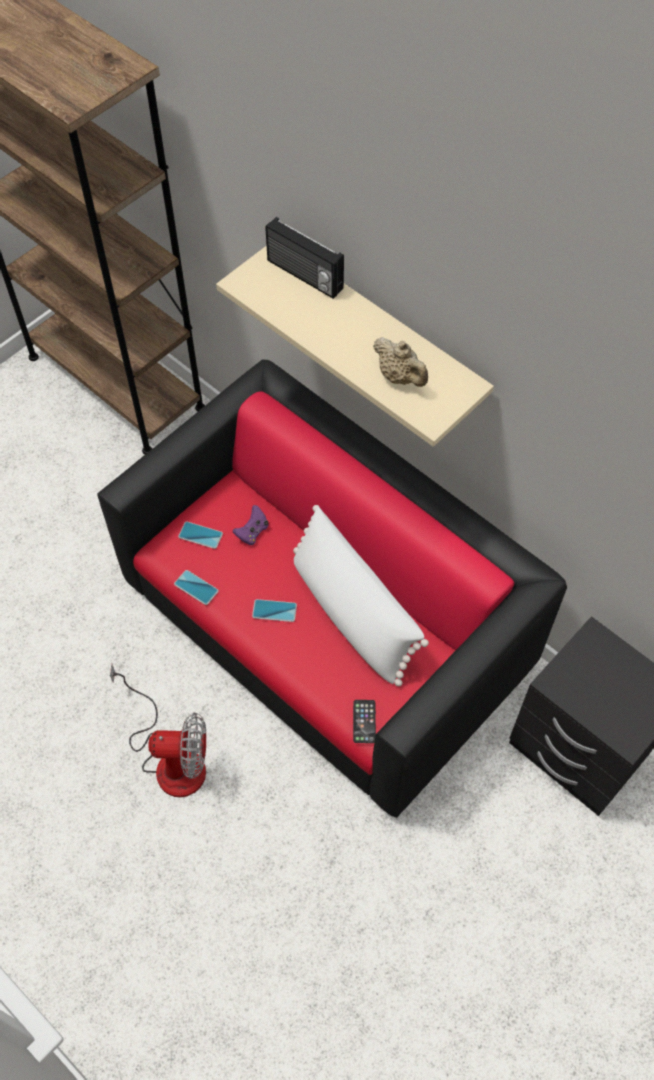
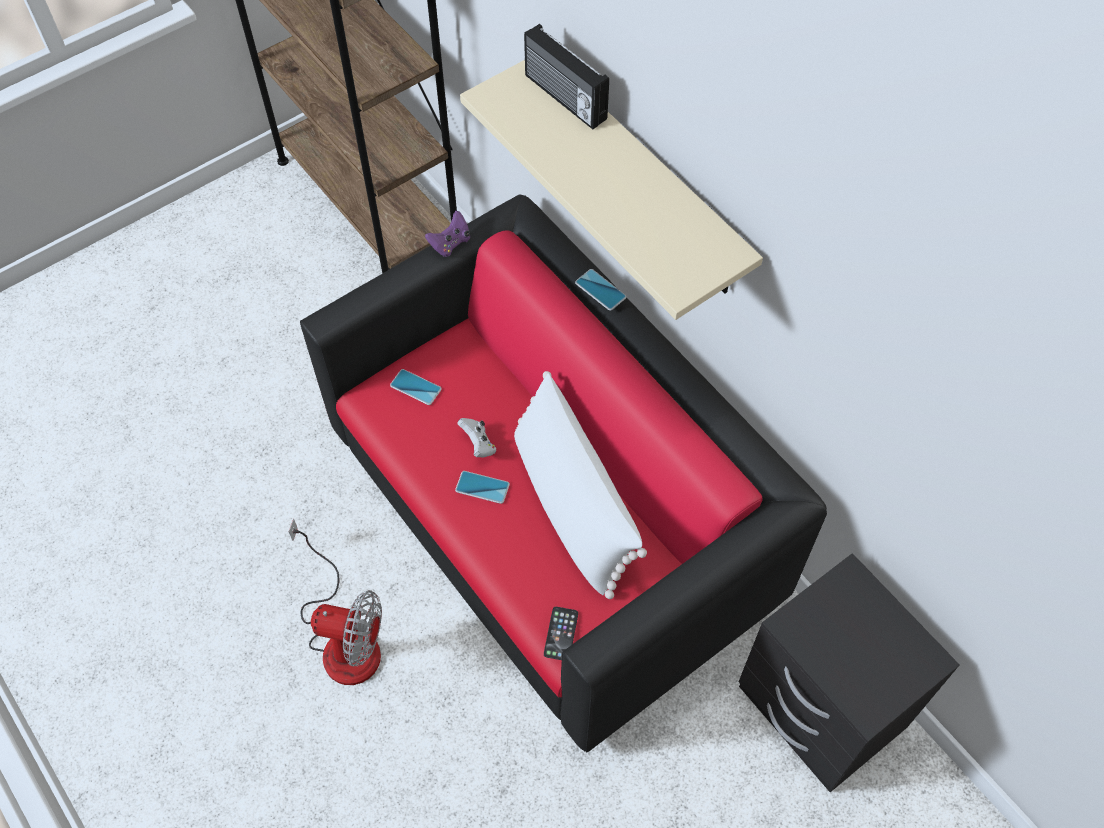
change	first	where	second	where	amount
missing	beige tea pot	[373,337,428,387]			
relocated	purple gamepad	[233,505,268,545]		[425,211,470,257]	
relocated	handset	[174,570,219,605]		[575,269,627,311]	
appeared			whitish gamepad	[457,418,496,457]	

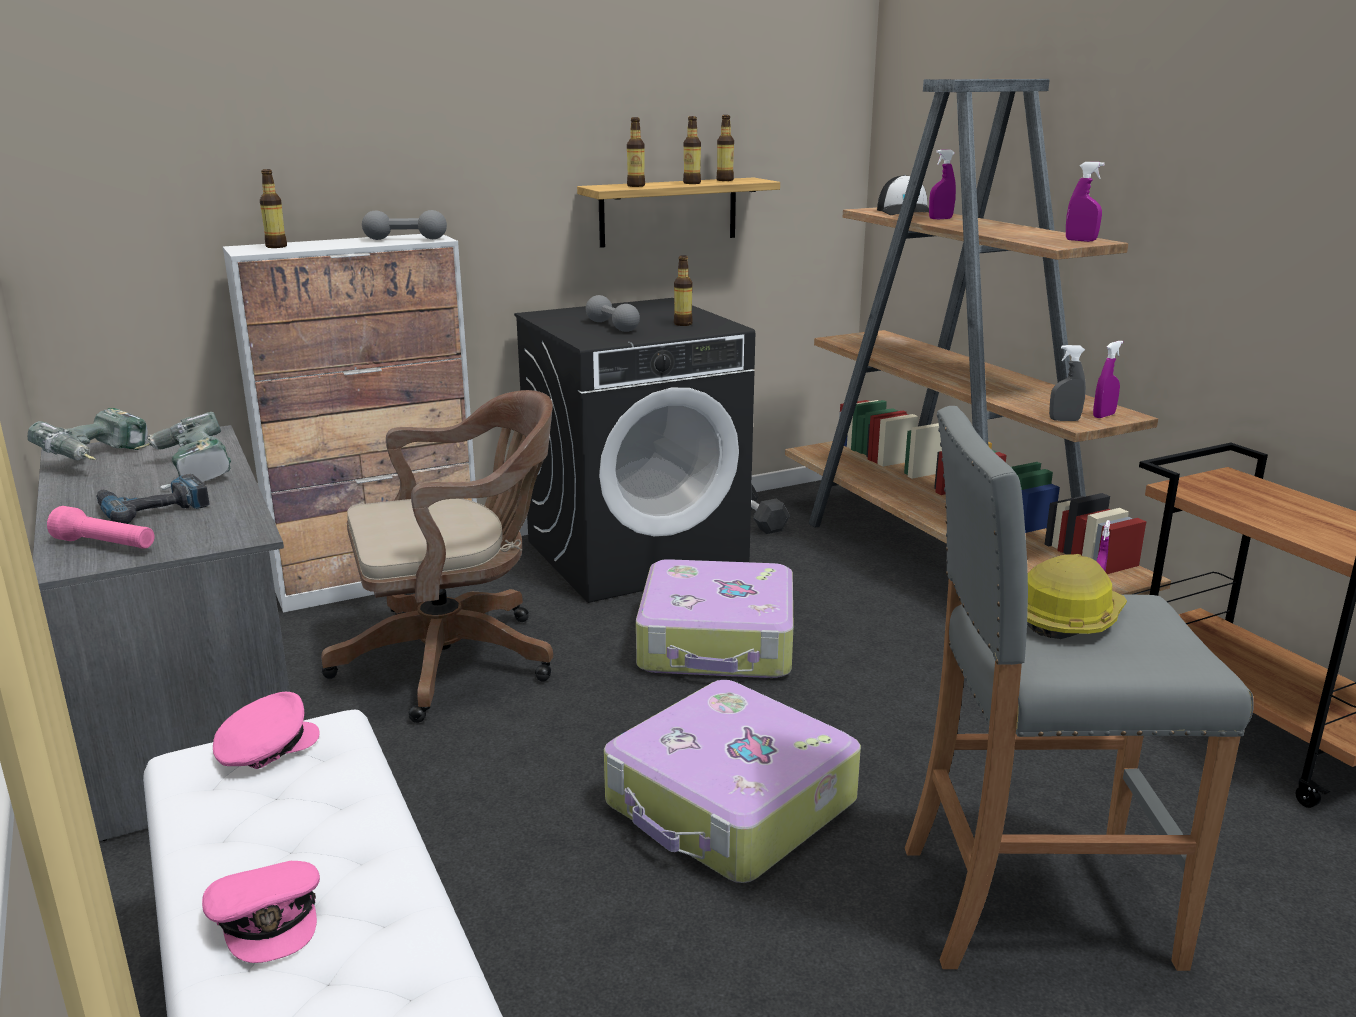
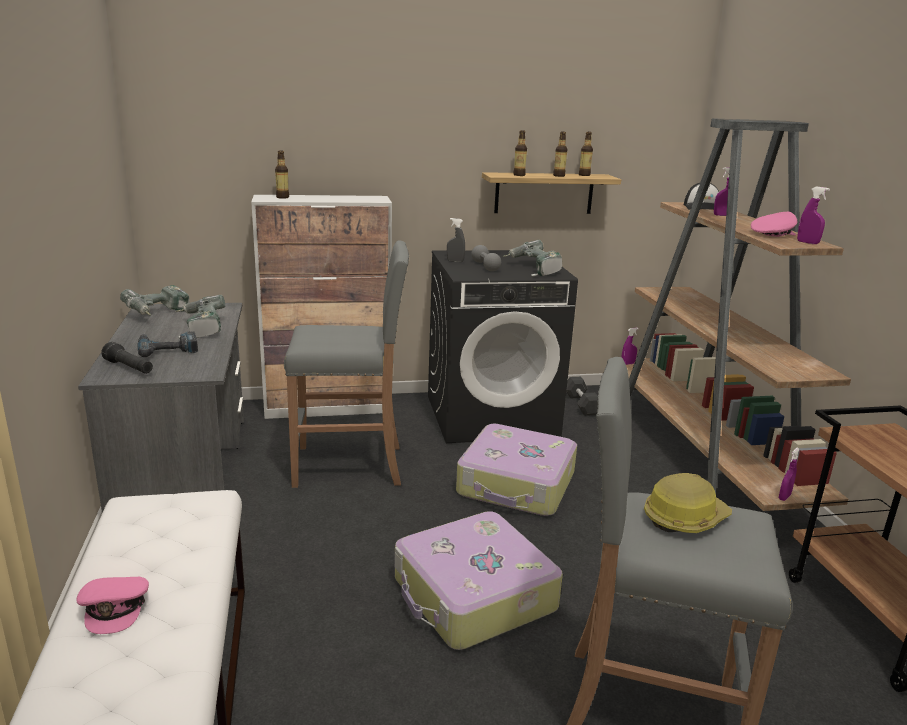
change	first	where	second	where	amount
missing	greyish hand weight	[362,210,447,240]			
exchanged	beverage bottle	[674,255,693,326]	electric drill	[503,240,562,277]	
relocated	purple hand sprayer	[1093,341,1123,418]		[621,328,639,365]	
relocated	greyish hand sprayer	[1049,345,1086,421]		[447,218,465,262]	
exchanged	brownish computer chair	[321,390,553,723]	greyish stool seat	[284,240,409,488]	
colour	pink flashlight	[47,506,155,549]	black-coloured flashlight	[101,342,153,374]	
relocated	pink baseball cap	[213,692,320,769]		[751,212,798,237]	

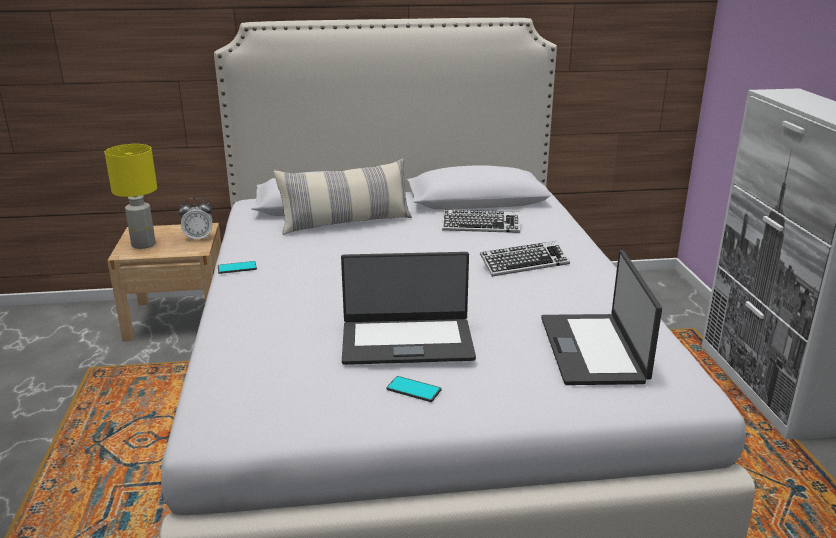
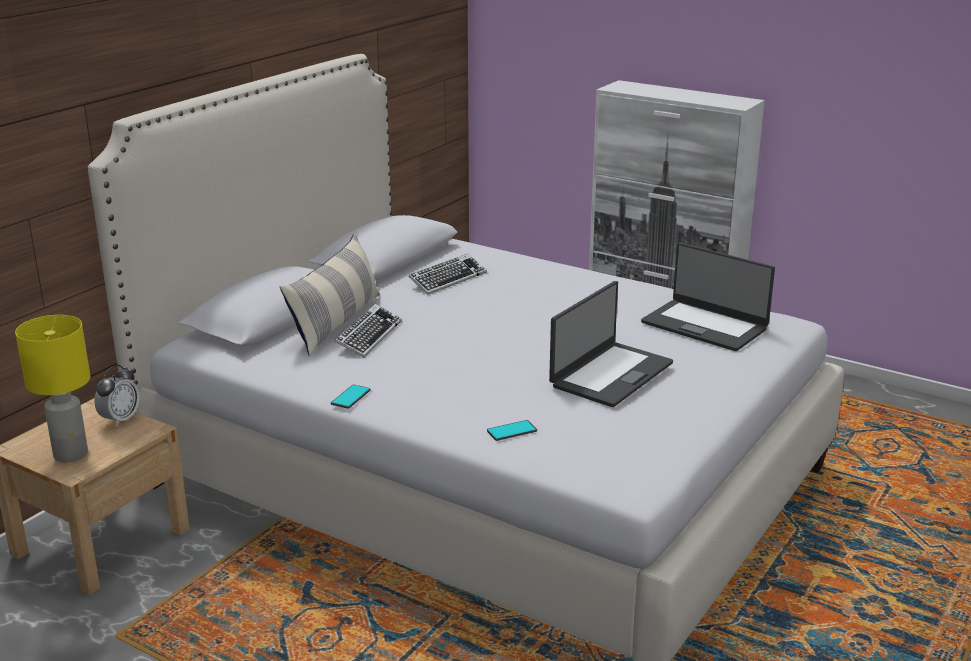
change	first	where	second	where	amount
relocated	keyboard	[480,241,570,277]		[335,304,402,358]	
relocated	handset	[386,376,442,402]		[487,420,537,441]	

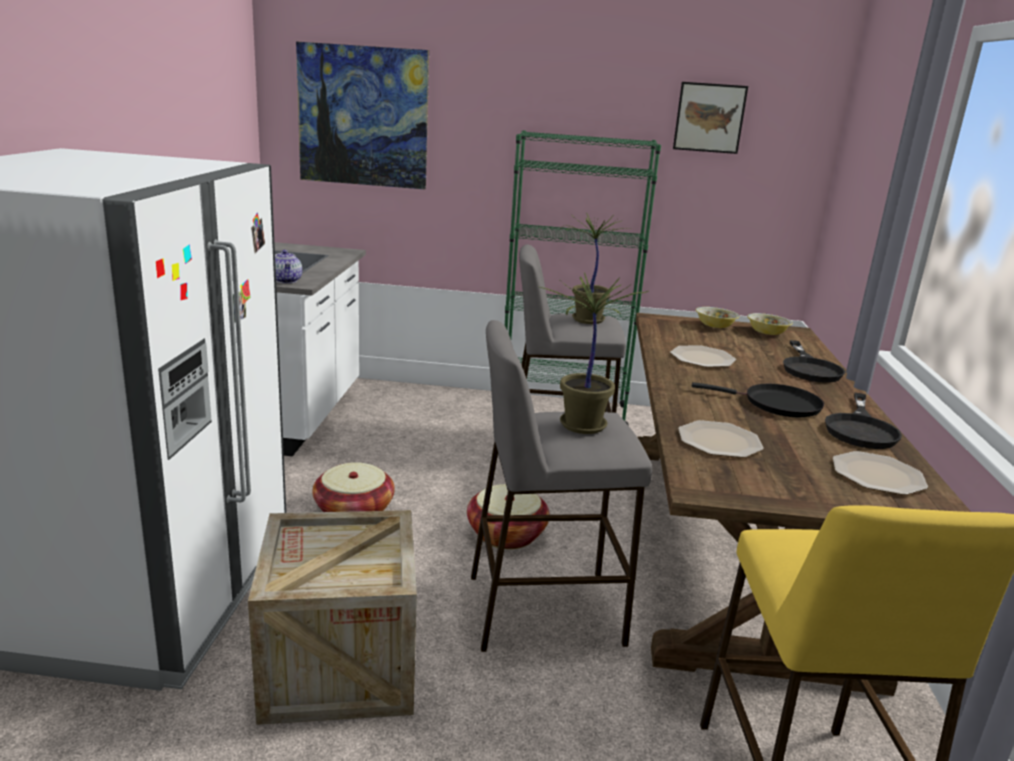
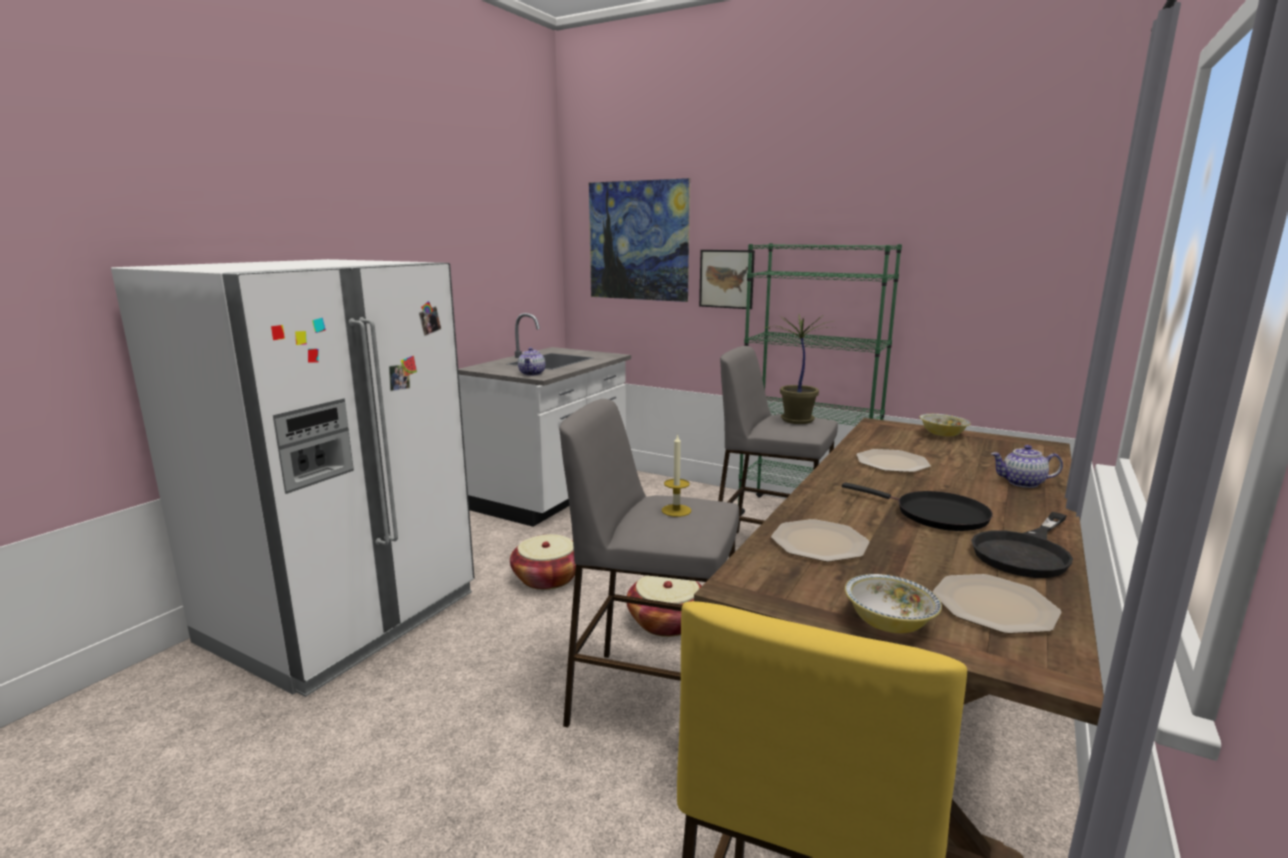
change	first	where	second	where	amount
relocated	wall picture	[673,82,748,154]		[699,250,755,309]	
exchanged	houseplant	[540,272,648,434]	candle	[662,433,691,517]	
relocated	deep dish	[747,313,793,335]		[845,574,942,633]	
exchanged	black-coloured frying pan	[783,340,845,383]	tea pot	[991,445,1063,488]	
missing	crate	[248,510,417,725]			

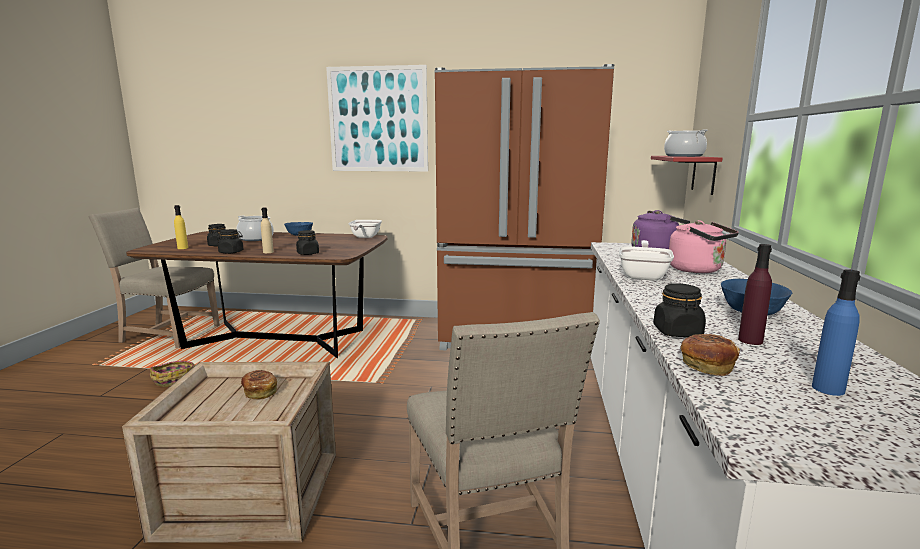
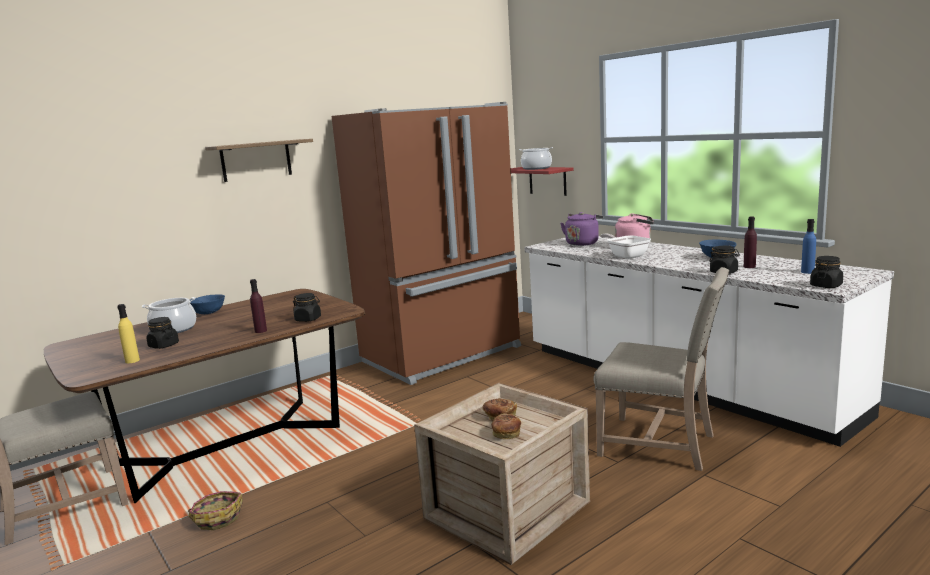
change	first	where	second	where	amount
exchanged	wall picture	[326,65,428,171]	wall shelf	[205,139,313,182]	
colour	beige beverage bottle	[261,207,274,253]	purple beverage bottle	[250,279,267,333]	
missing	frying pan	[348,220,382,238]			
relocated	black-coloured storage jar	[217,229,243,254]		[810,256,843,288]	
relocated	baked bread	[681,334,740,376]		[491,413,521,439]	

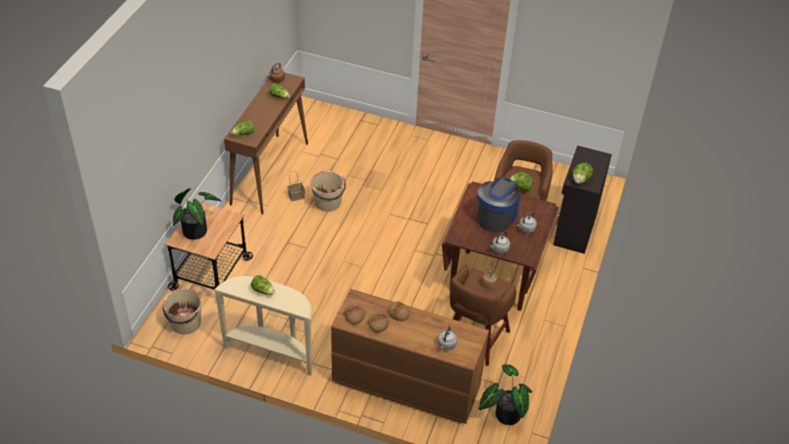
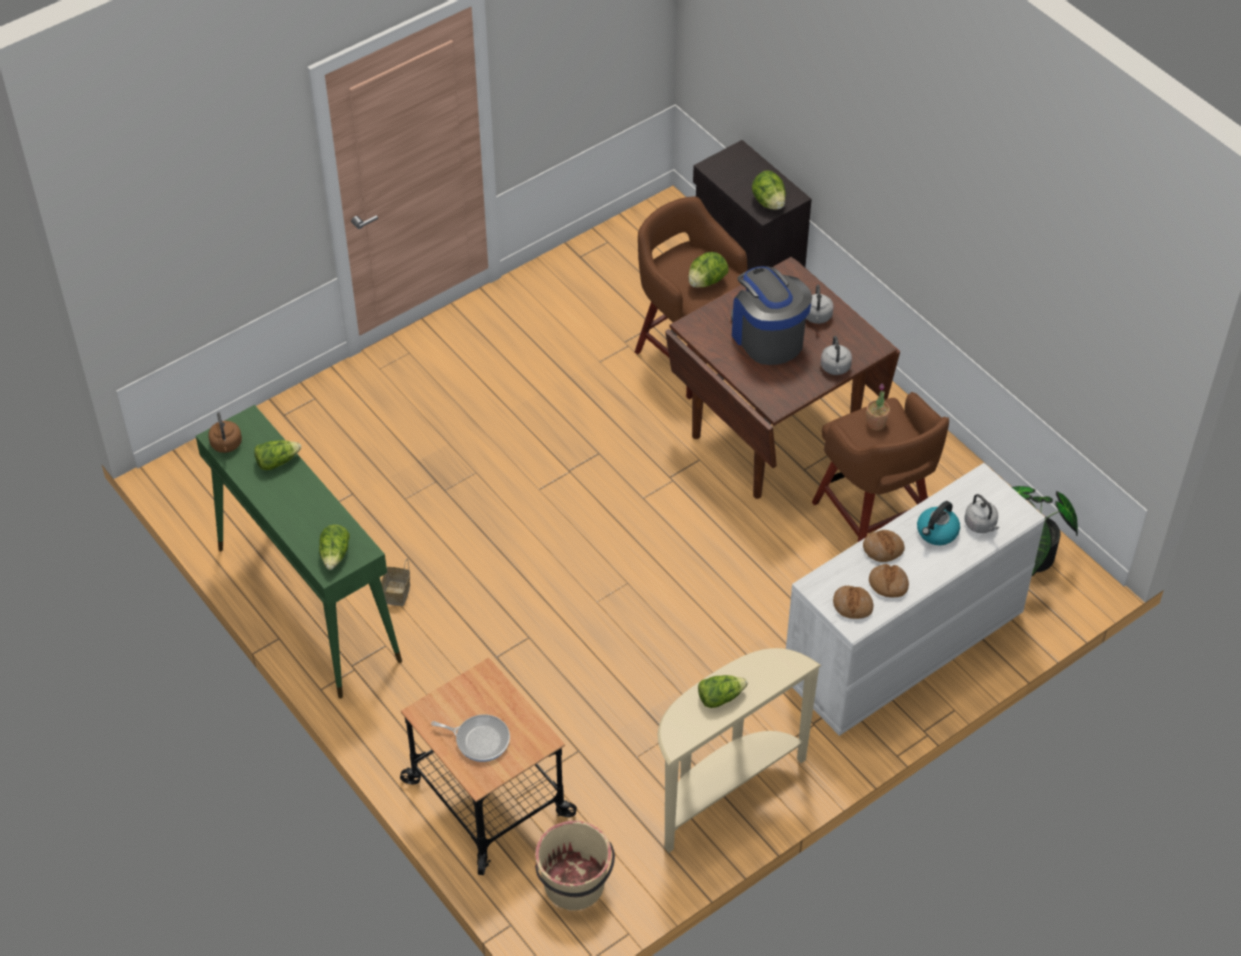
change	first	where	second	where	amount
colour	brownish console table	[224,73,308,214]	greenish console table	[196,405,402,699]	
missing	beige pail	[310,171,346,212]			
exchanged	houseplant	[173,188,221,240]	frying pan	[431,715,510,762]	
colour	brownish chest of drawers	[331,289,489,424]	whitish chest of drawers	[786,463,1045,736]	
appeared			water kettle	[917,501,960,545]	

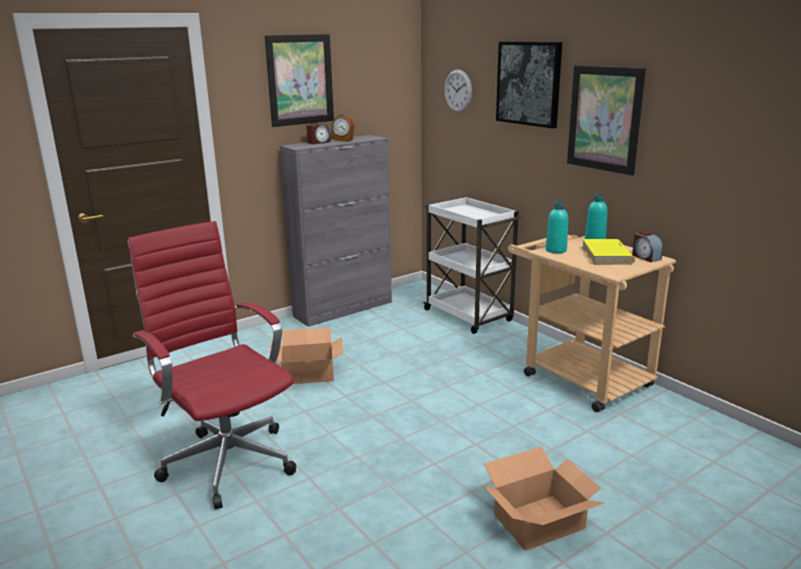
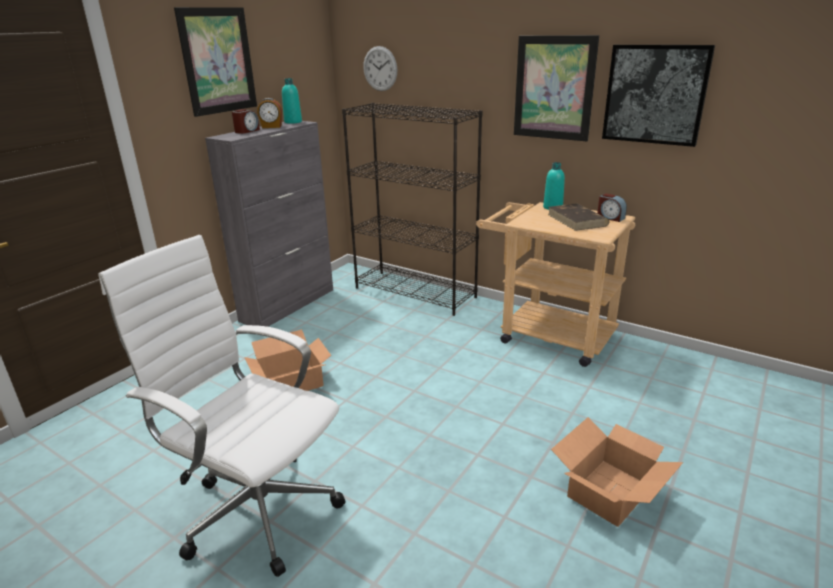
change	first	where	second	where	amount
relocated	wall picture	[496,42,562,128]		[602,45,715,147]	
exchanged	whitish trolley	[423,197,522,334]	black-coloured shelving unit	[342,103,482,316]	
relocated	turquoise beverage bottle	[545,202,568,253]		[282,78,302,124]	
colour	reddish computer chair	[127,221,296,509]	whitish computer chair	[98,235,345,577]	
colour	yellowish book	[582,239,635,265]	brownish book	[548,203,609,231]	

